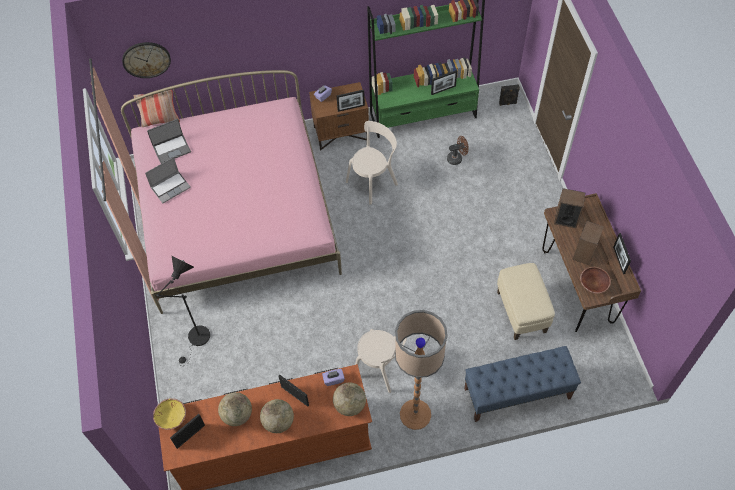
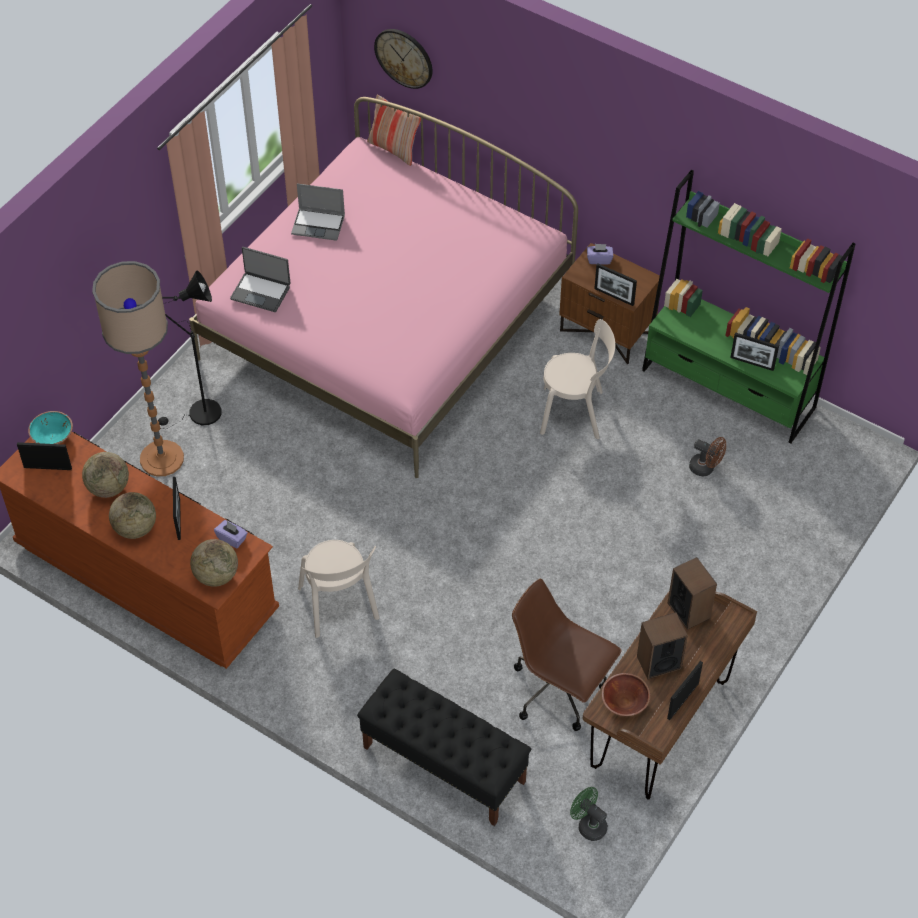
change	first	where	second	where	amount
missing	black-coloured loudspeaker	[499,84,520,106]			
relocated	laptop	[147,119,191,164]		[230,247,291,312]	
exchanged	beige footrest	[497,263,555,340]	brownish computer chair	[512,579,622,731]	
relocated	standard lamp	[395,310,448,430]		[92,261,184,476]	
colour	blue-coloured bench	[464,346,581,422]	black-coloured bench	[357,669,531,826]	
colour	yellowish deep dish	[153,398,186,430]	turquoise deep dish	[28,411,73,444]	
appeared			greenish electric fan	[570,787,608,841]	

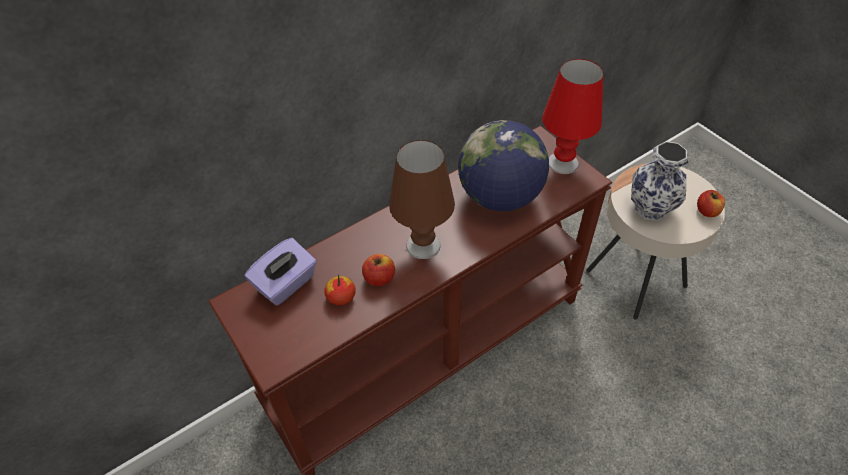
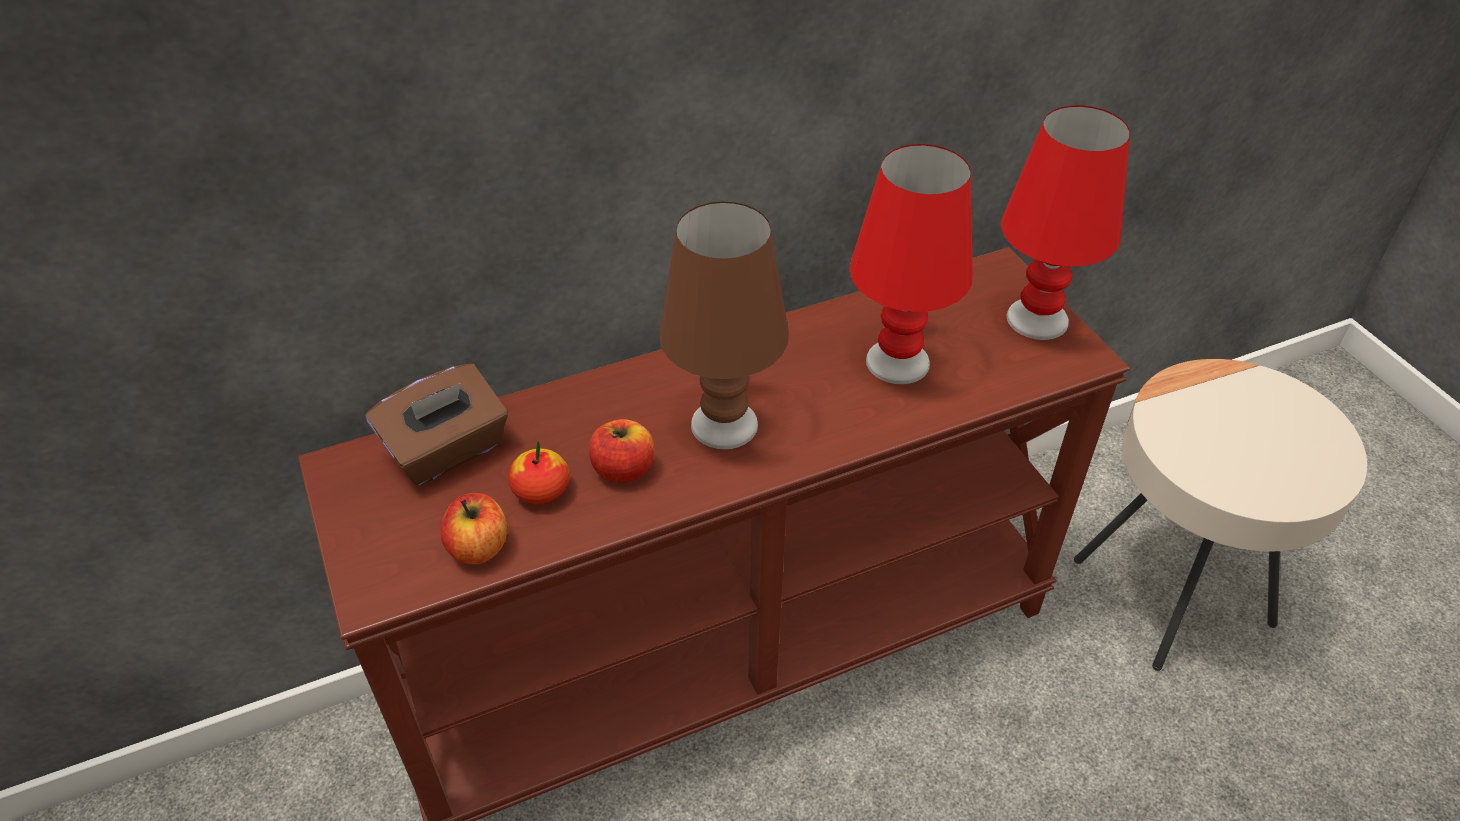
change	first	where	second	where	amount
exchanged	globe	[458,120,549,211]	reddish lamp for a table	[849,144,973,384]	
missing	flower vase	[631,141,689,221]			
relocated	whole apple	[697,190,725,217]		[440,493,507,564]	
colour	purple tissue box	[245,238,317,306]	brownish tissue box	[366,363,508,485]	

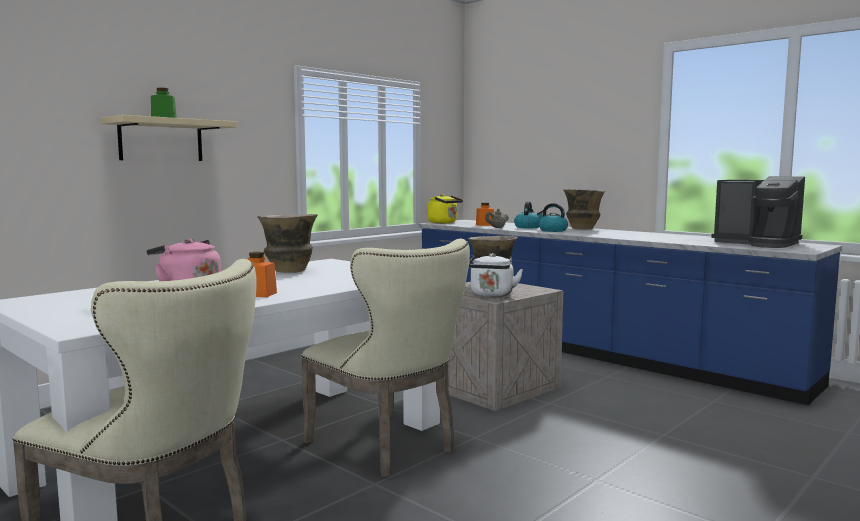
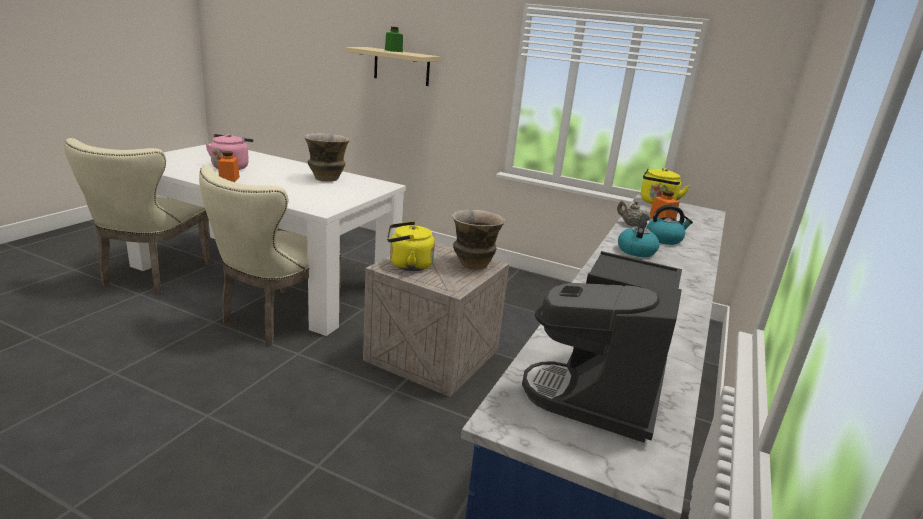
change	first	where	second	where	amount
missing	flower vase	[563,189,605,229]			
colour	whitish water kettle	[469,253,523,297]	yellowish water kettle	[387,221,435,271]	

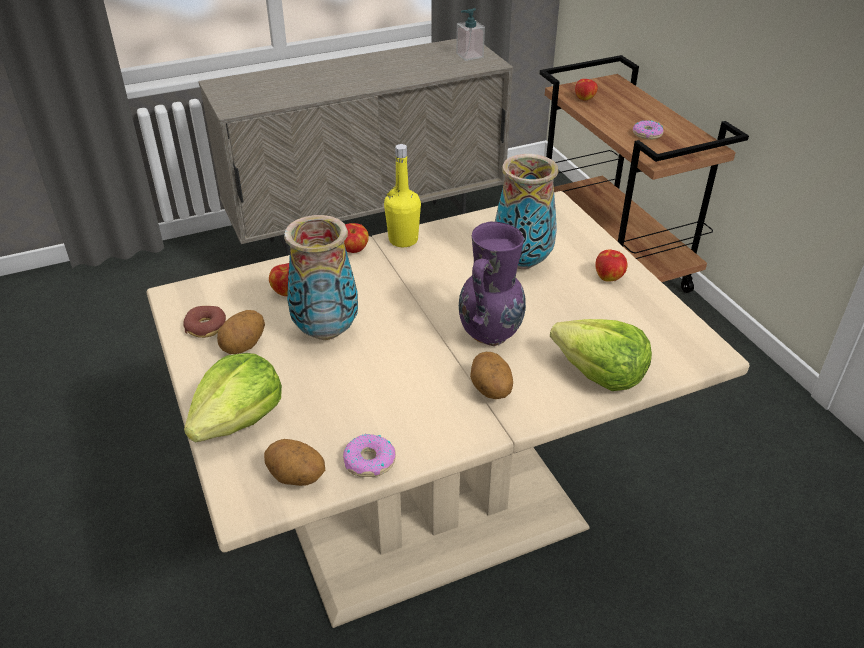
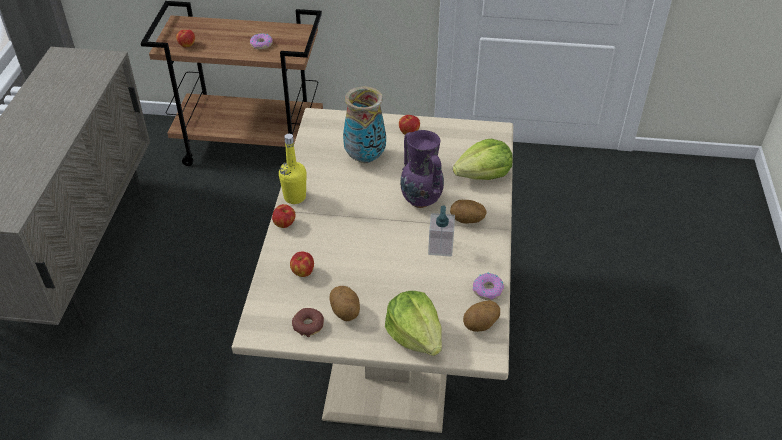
change	first	where	second	where	amount
relocated	soap bottle	[456,8,485,61]		[428,205,455,257]	
missing	flower vase	[284,215,358,340]			

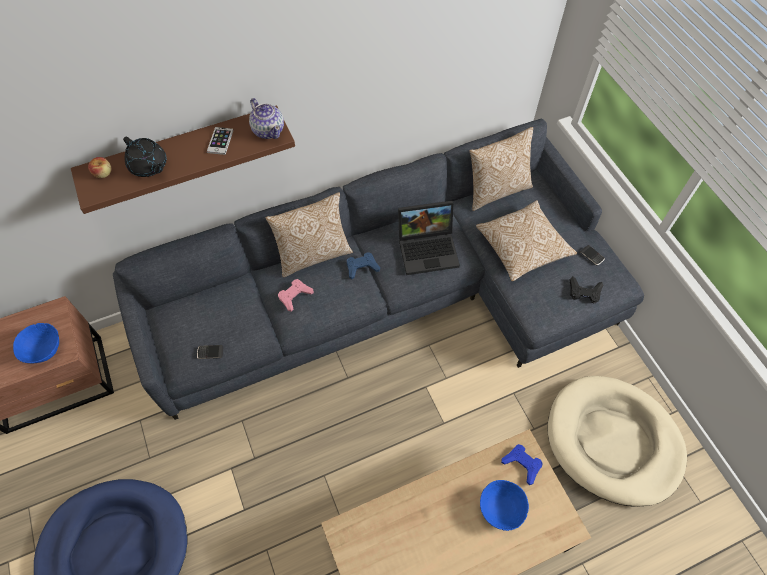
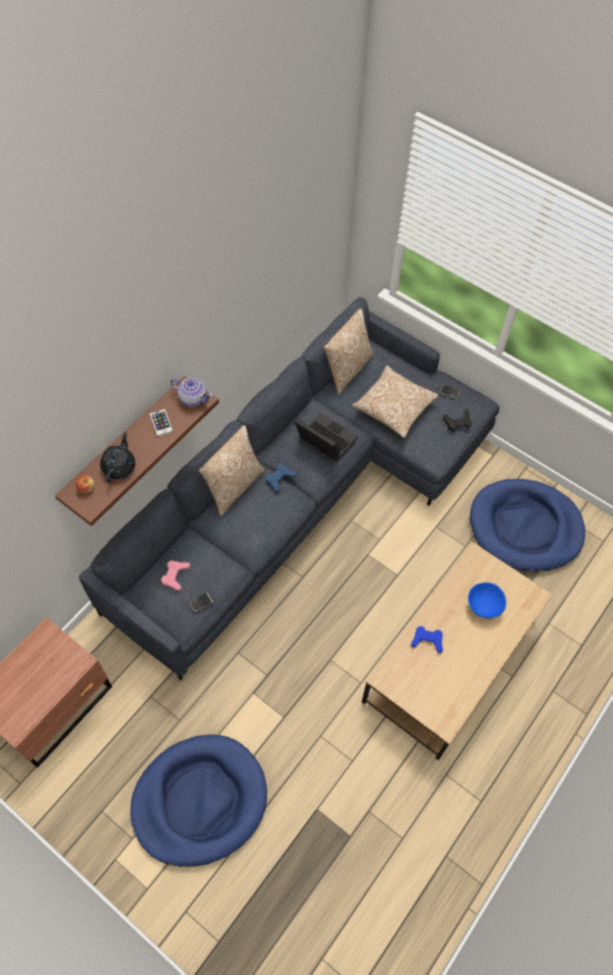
change	first	where	second	where	amount
spun	black-coloured tea pot	[123,137,167,177]		[100,432,135,482]	90 degrees counterclockwise
spun	laptop	[398,201,460,275]		[294,412,358,461]	105 degrees counterclockwise
relocated	pink gamepad	[278,279,314,312]		[161,560,191,591]	
missing	blue-coloured deep dish	[13,323,59,363]			
colour	beige dog bed	[548,376,687,507]	blue-coloured dog bed	[470,479,585,572]	
relocated	blue-coloured gamepad	[501,444,542,485]		[411,626,443,653]	

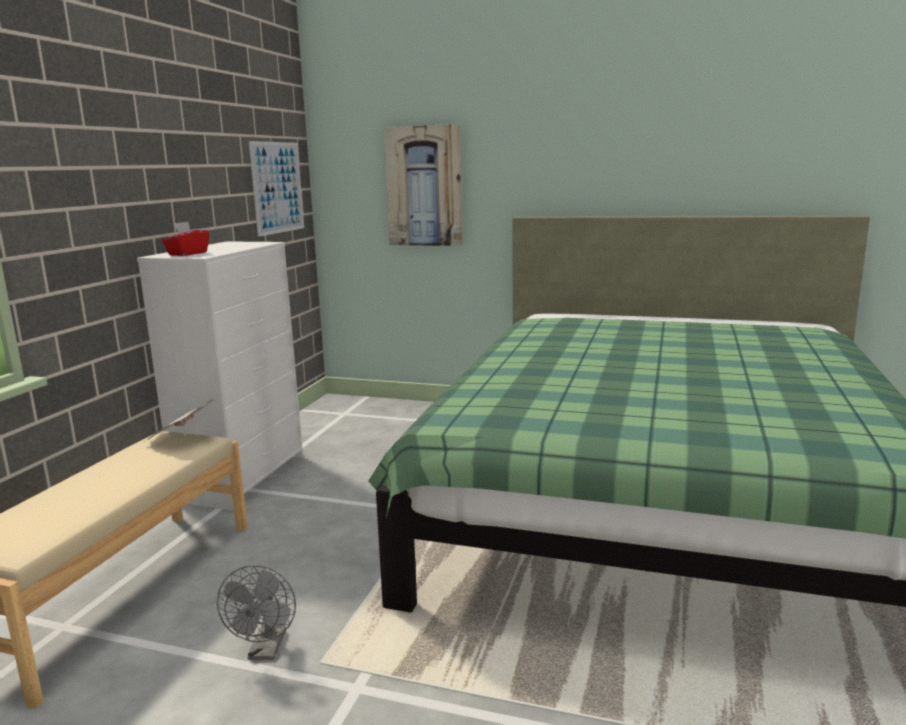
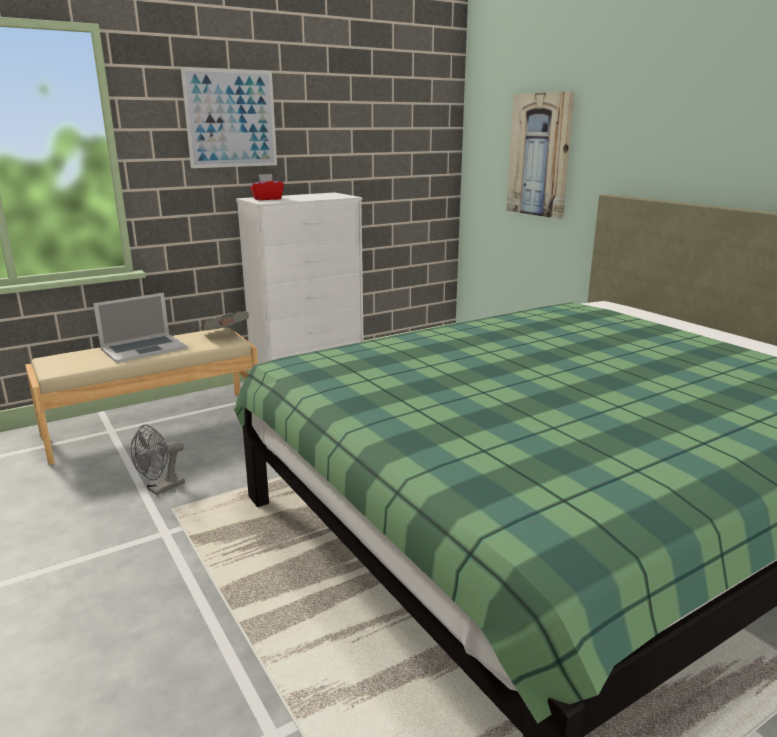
change	first	where	second	where	amount
relocated	wall picture	[249,141,304,237]		[181,67,277,168]	
appeared			laptop	[93,293,187,363]	

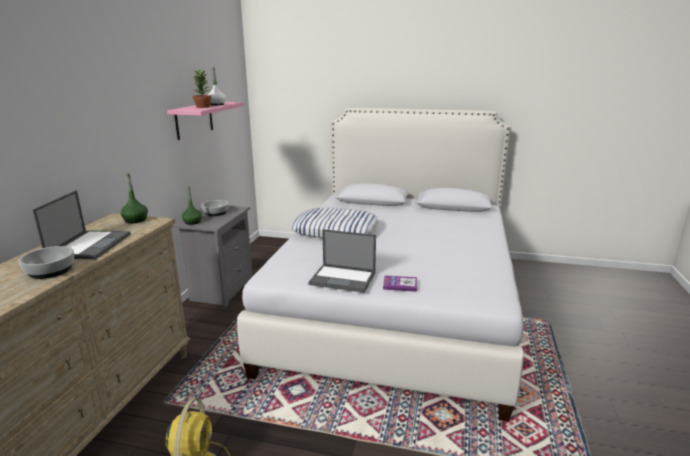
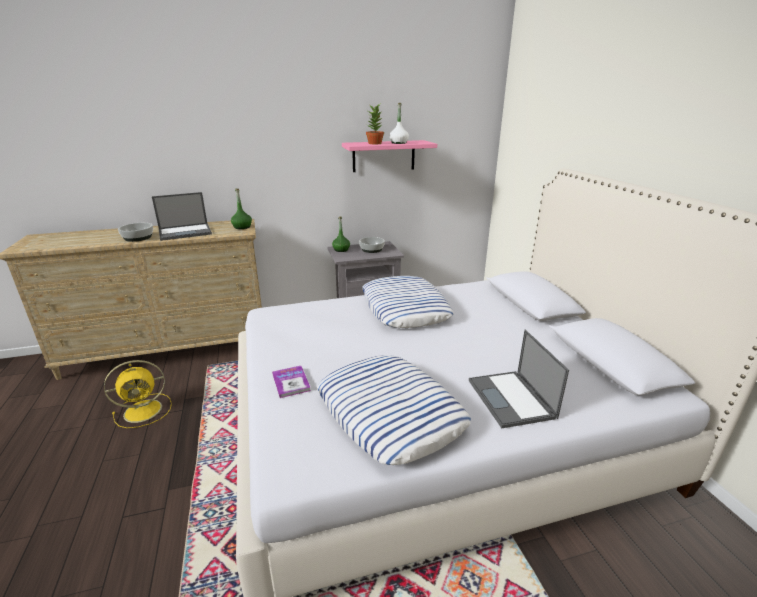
change	first	where	second	where	amount
relocated	laptop	[308,229,376,293]		[469,330,569,428]	
appeared			pillow	[317,355,471,465]	

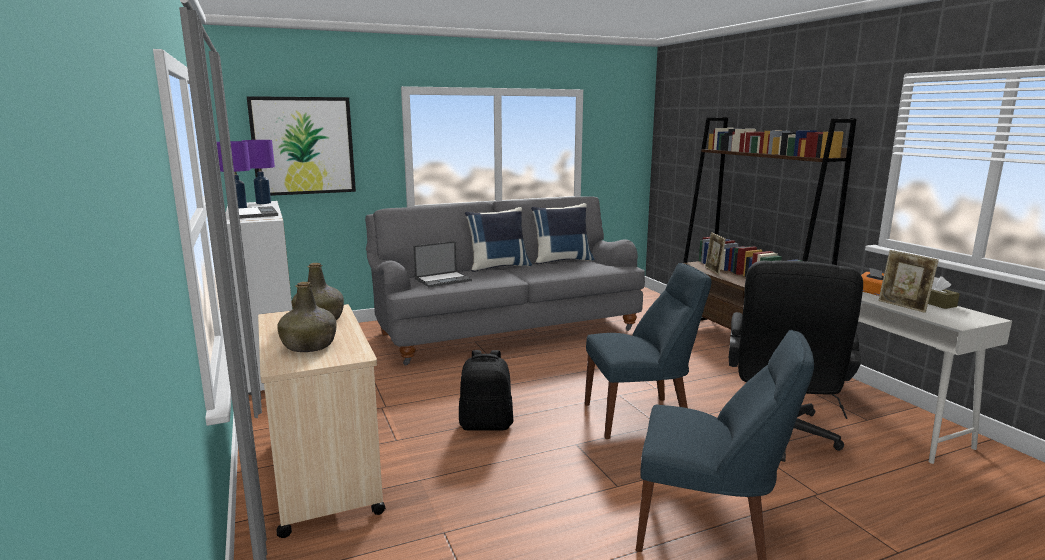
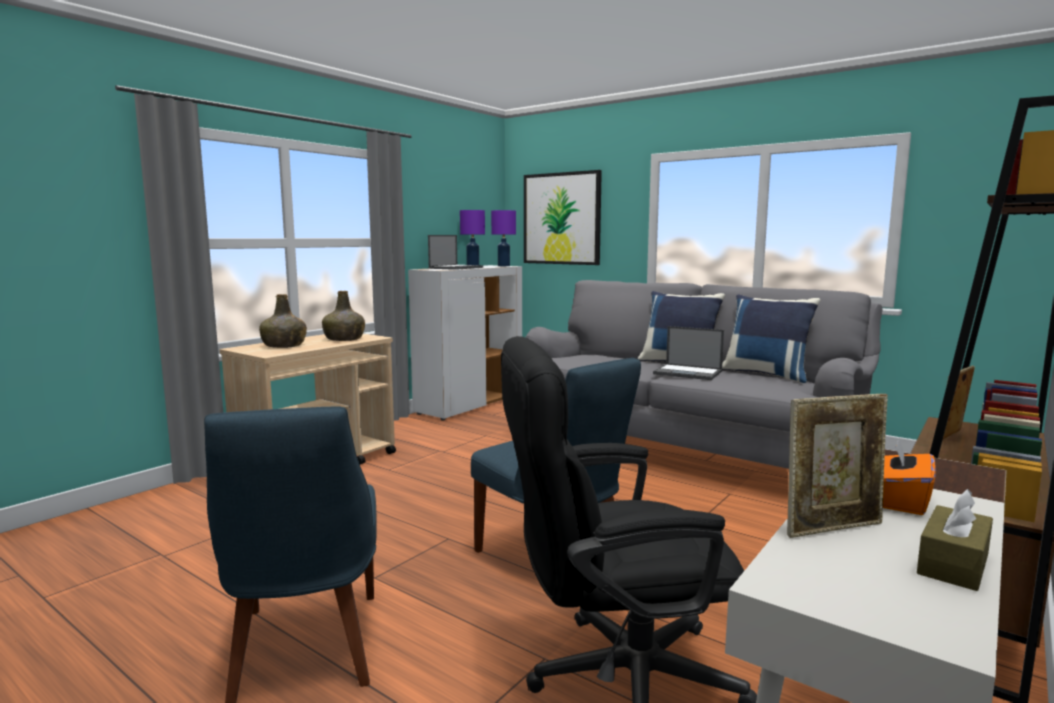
change	first	where	second	where	amount
relocated	laptop	[413,241,472,287]		[653,326,724,380]	
spun	photo frame	[878,250,939,313]		[787,394,888,538]	135 degrees counterclockwise
missing	black-coloured knapsack	[459,350,513,430]			

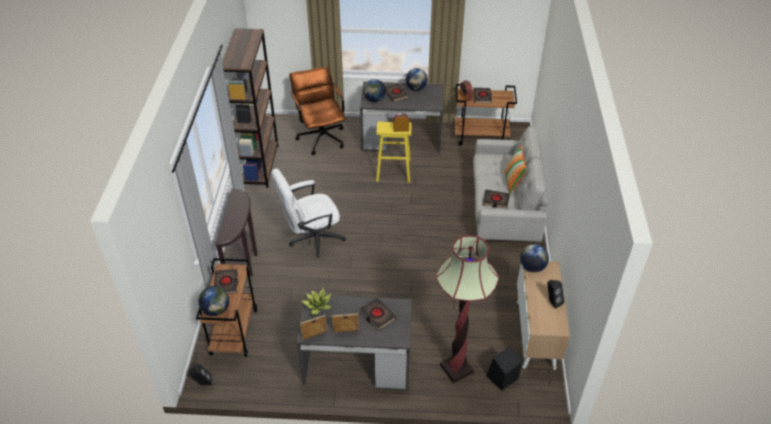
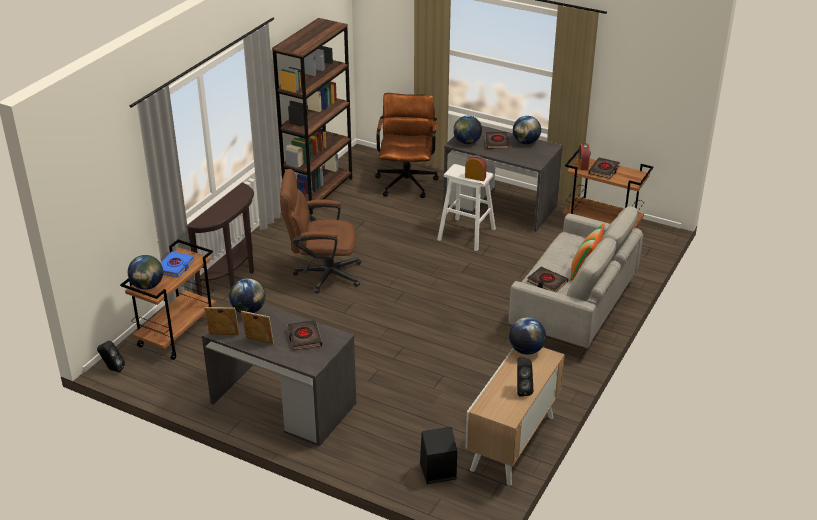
change	first	where	second	where	amount
colour	yellowish stool seat	[376,122,411,183]	whitish stool seat	[437,164,496,251]	
colour	whitish computer chair	[271,169,346,257]	brownish computer chair	[280,169,361,293]	
missing	standard lamp	[436,235,499,383]			
colour	black-coloured book	[214,269,238,294]	blue-coloured book	[161,251,195,278]	
exchanged	houseplant	[301,288,331,315]	globe	[229,278,265,313]	

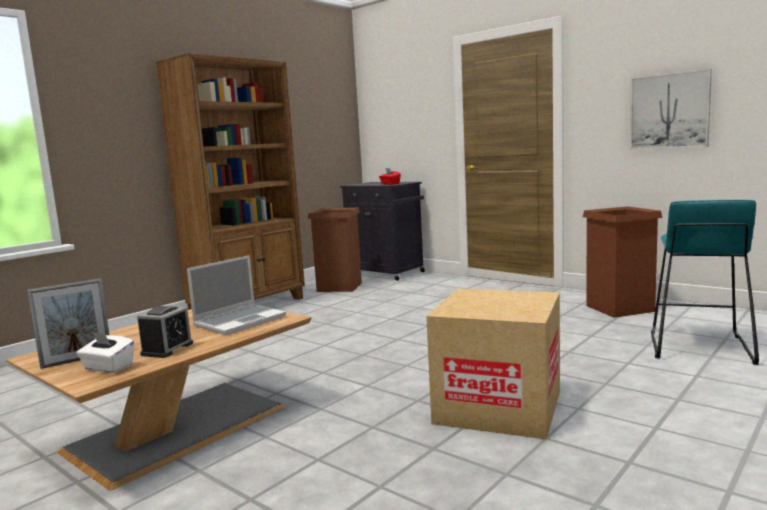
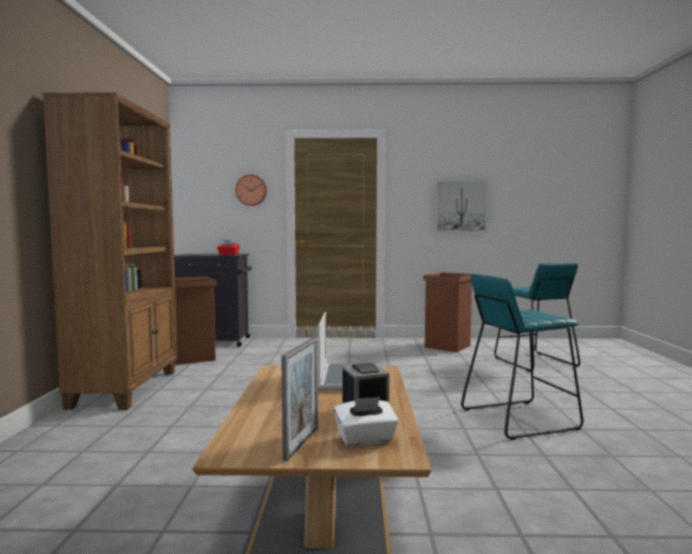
change	first	where	second	where	amount
exchanged	carton	[426,288,560,440]	turquoise stool seat	[461,274,584,440]	
appeared			wall clock	[235,175,267,206]	

